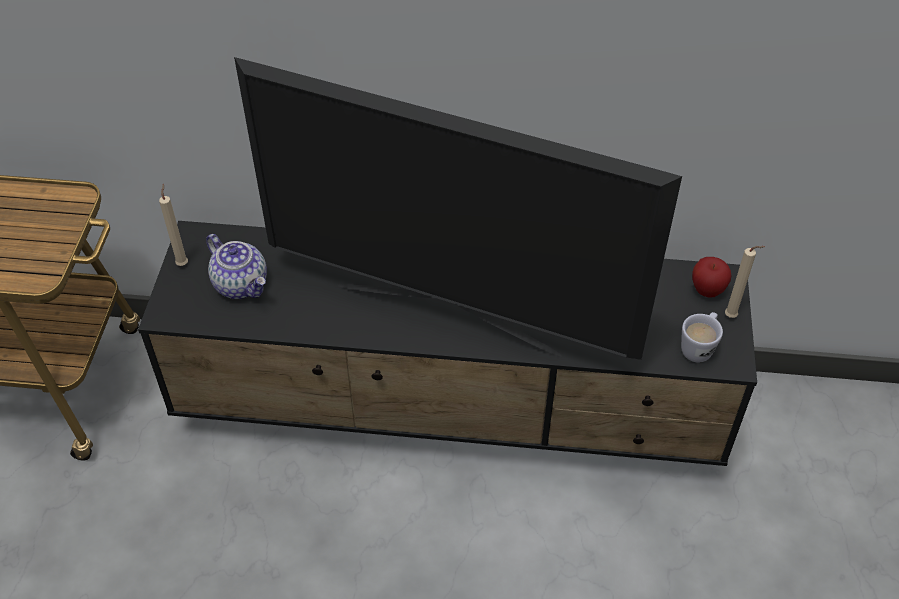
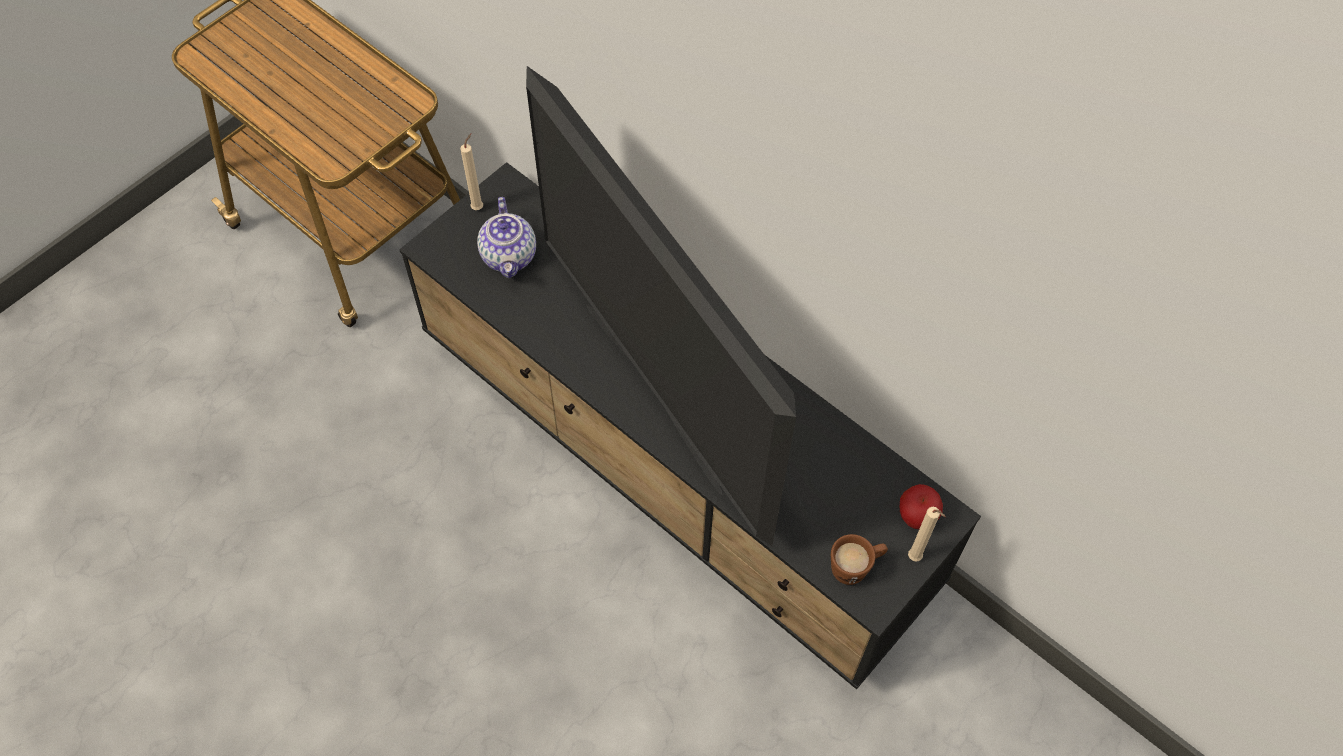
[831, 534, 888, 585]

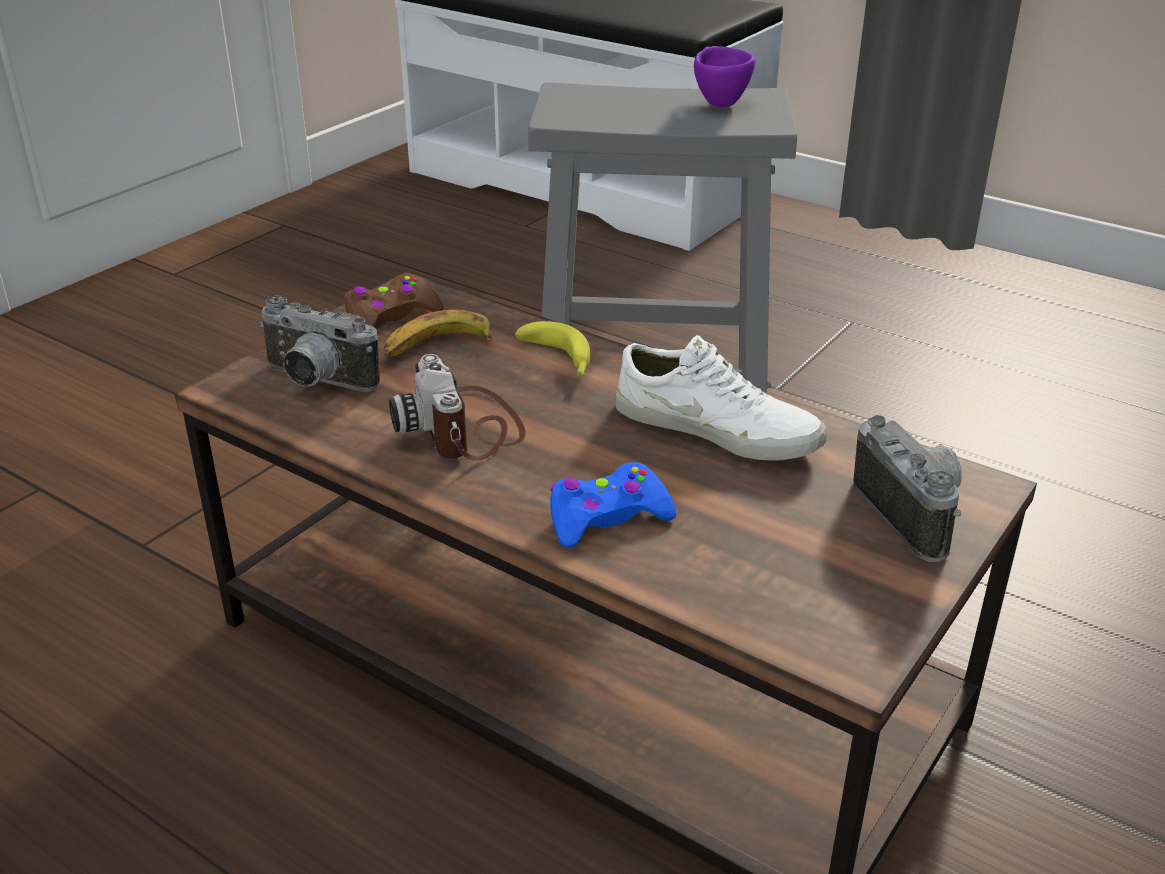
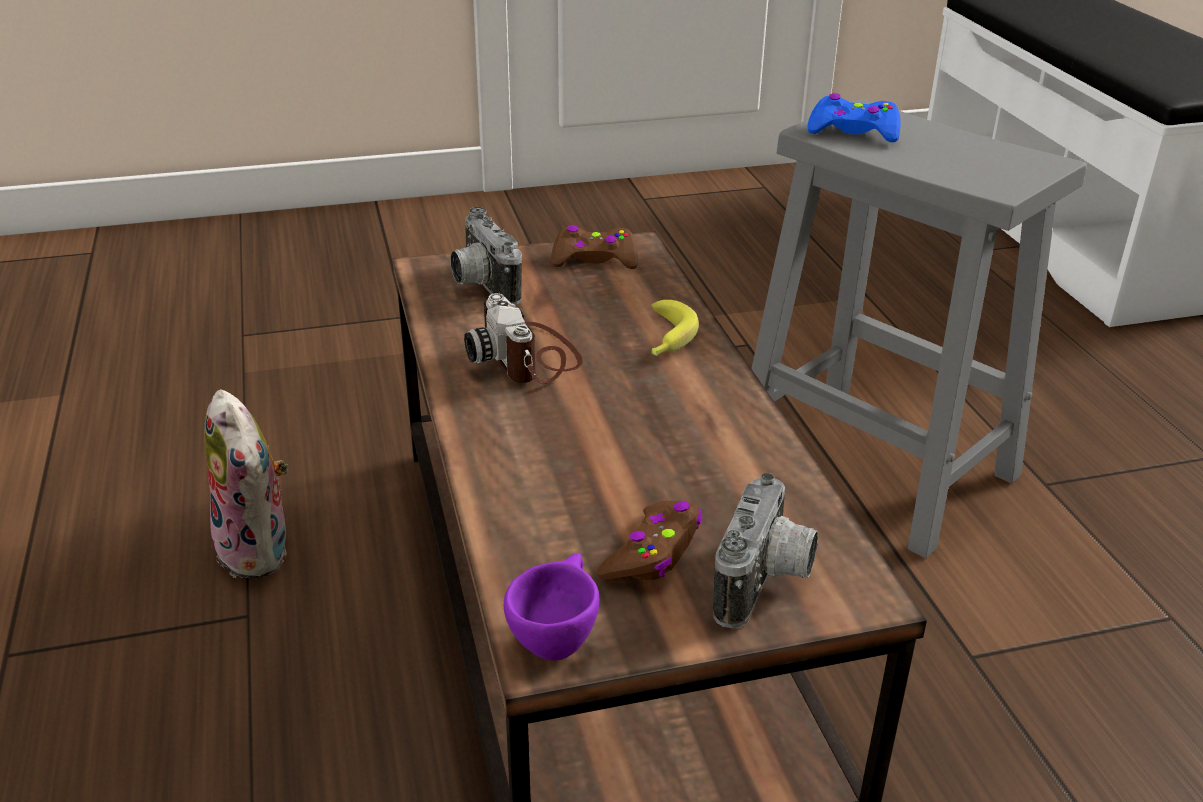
[383, 309, 492, 358] (first image)
[464, 293, 583, 384]
[808, 93, 900, 142]
[616, 335, 827, 461] (first image)
[504, 553, 599, 661]
[205, 390, 288, 578]
[597, 501, 702, 582]

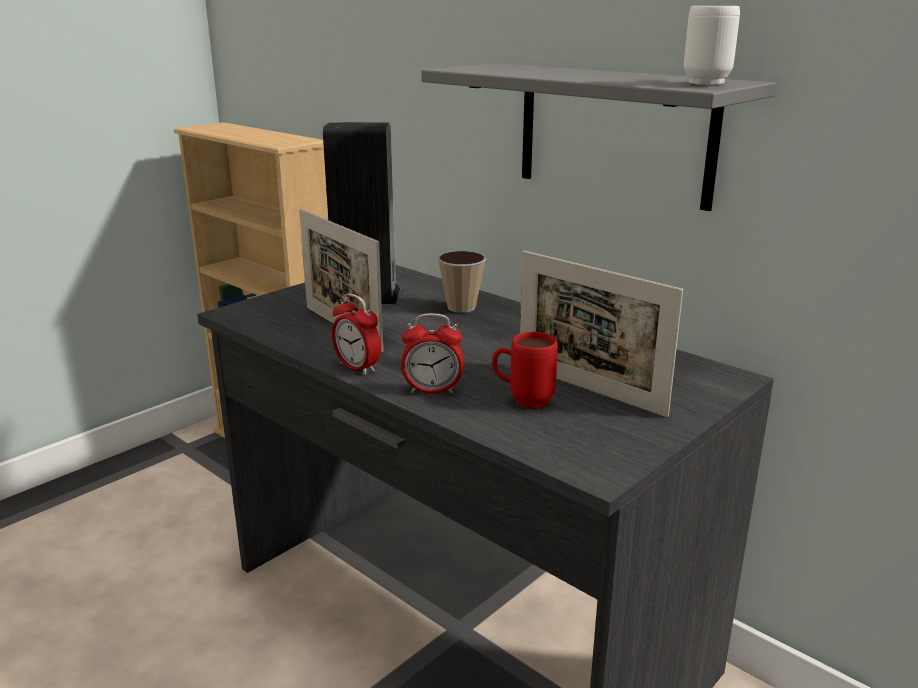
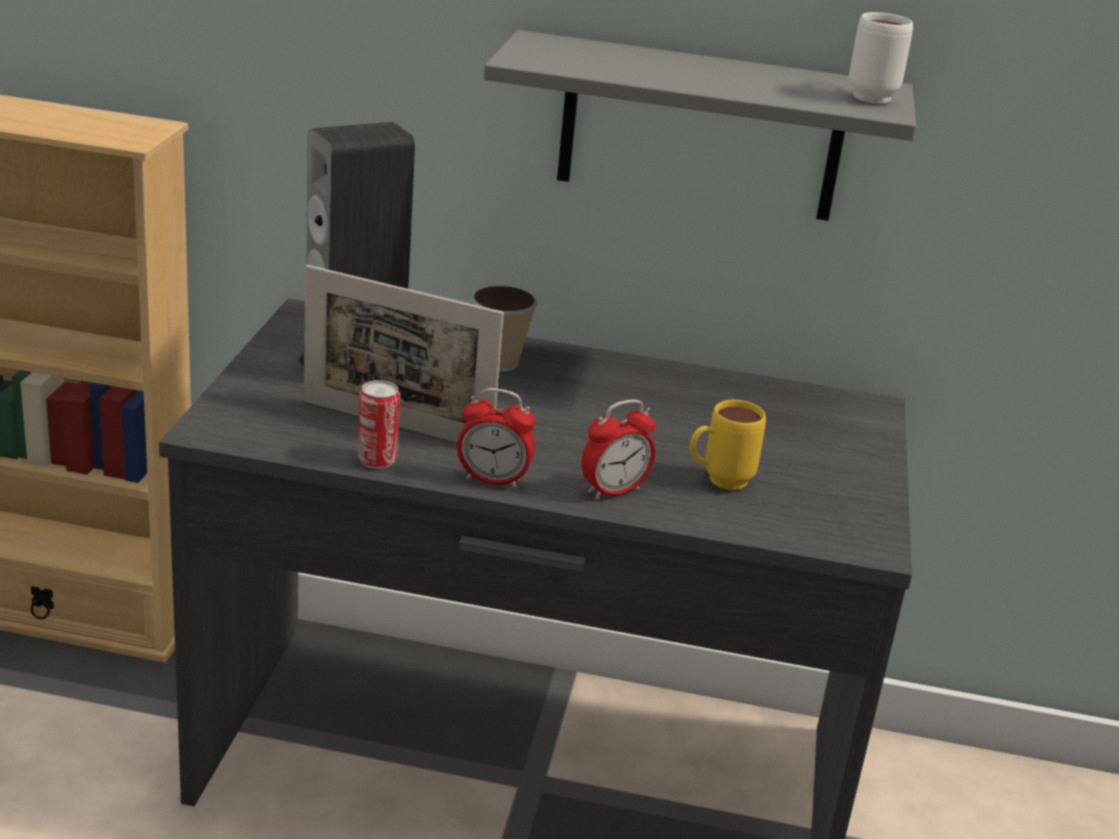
[690, 400, 766, 490]
[520, 251, 683, 417] (first image)
[358, 380, 400, 469]

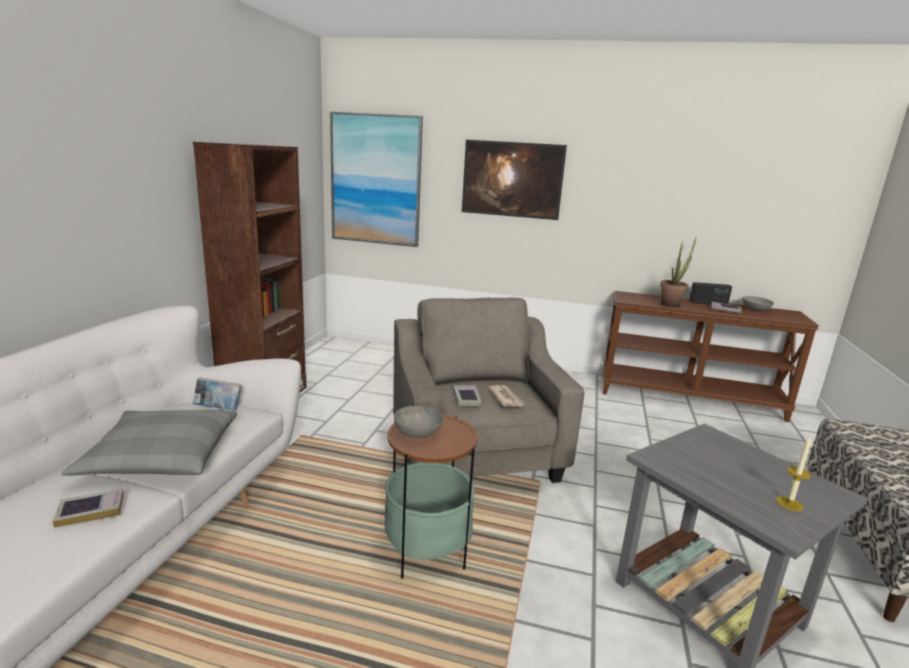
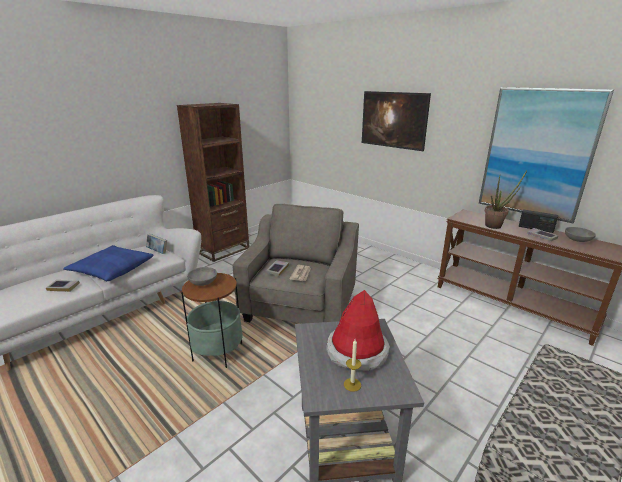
[63, 245, 154, 281]
[479, 87, 614, 223]
[326, 290, 390, 371]

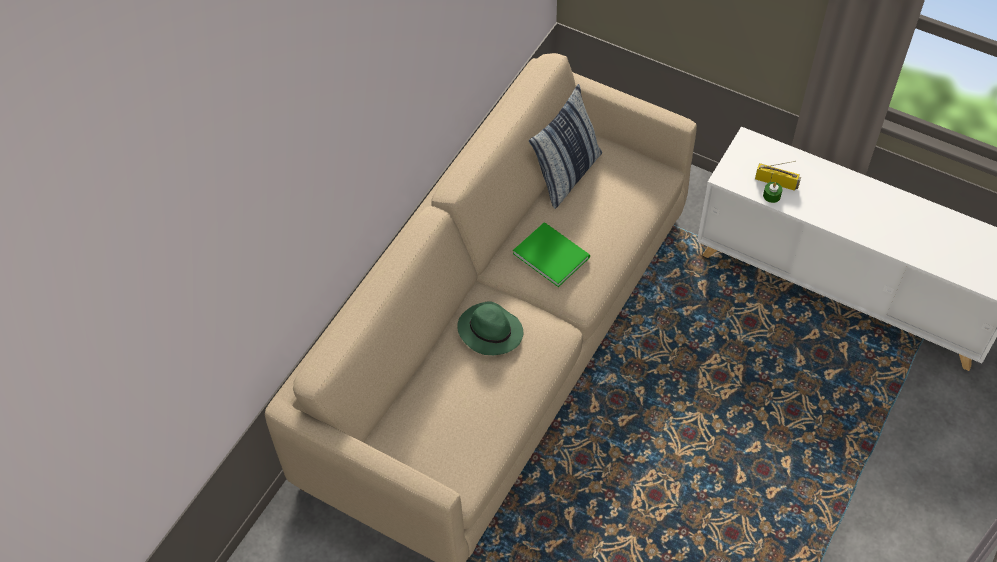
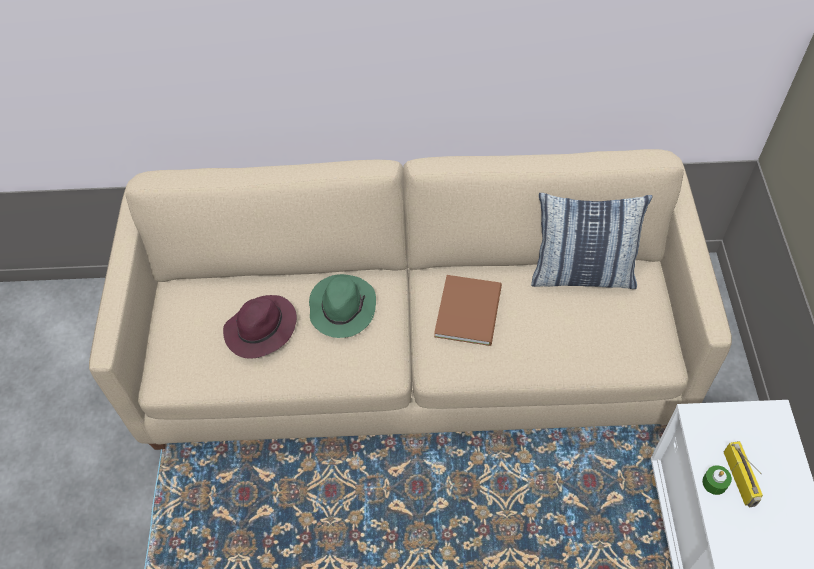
[434, 275, 502, 346]
[223, 295, 297, 358]

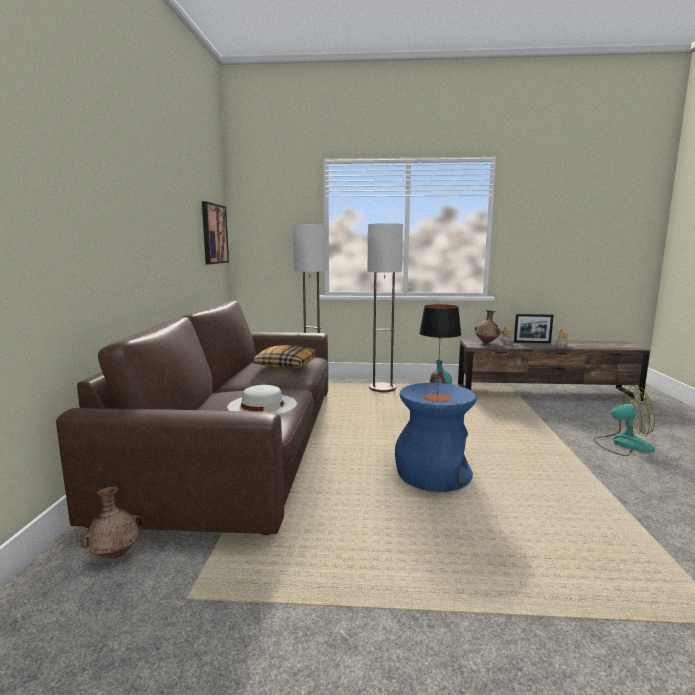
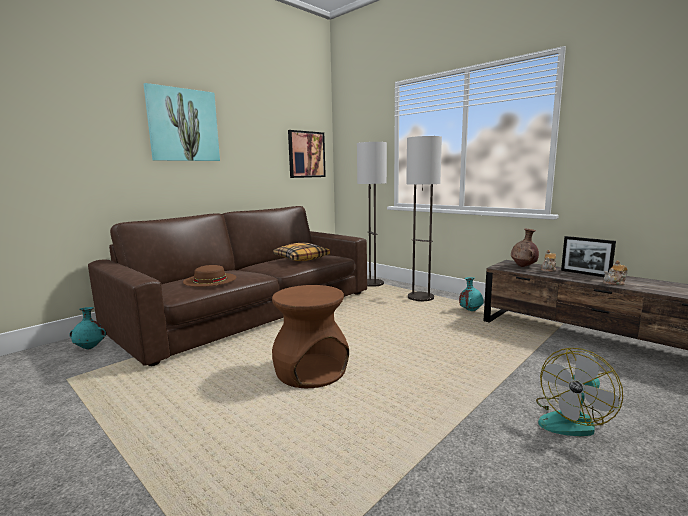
[69, 307, 107, 349]
[183, 265, 237, 287]
[272, 285, 349, 388]
[419, 304, 461, 402] (first image)
[536, 348, 623, 436]
[144, 83, 220, 161]

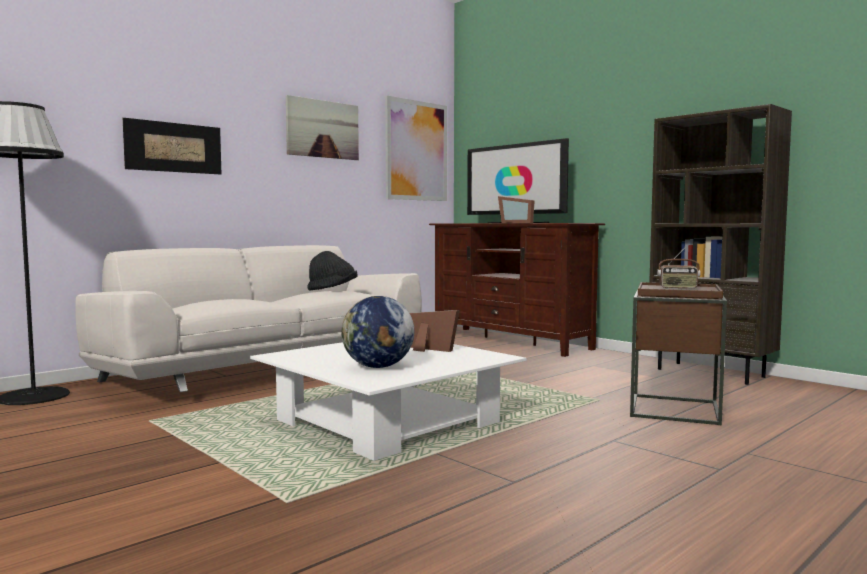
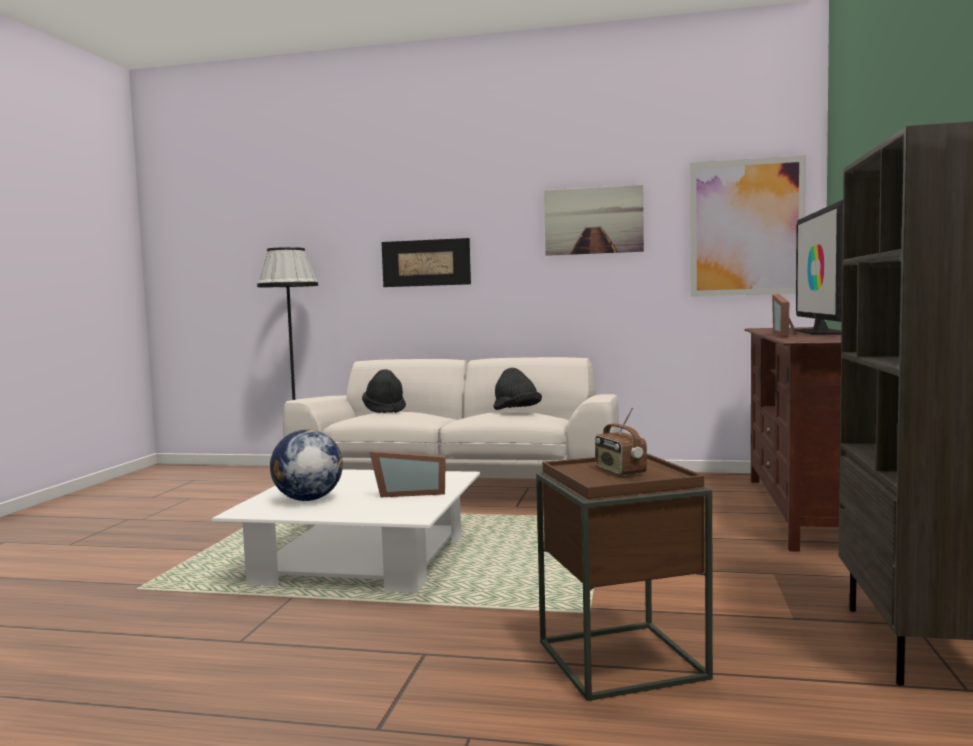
[369, 450, 446, 497]
[362, 369, 406, 413]

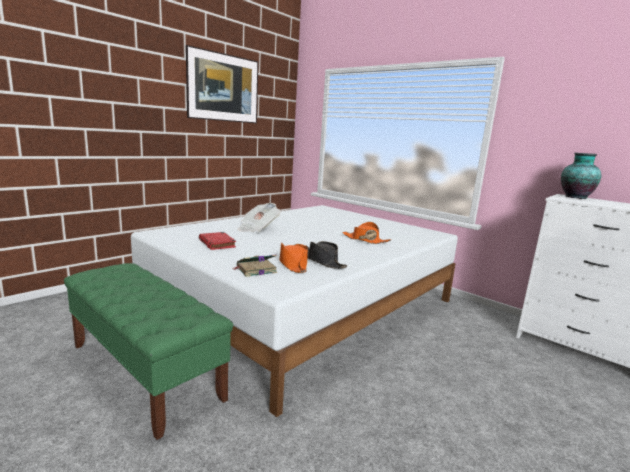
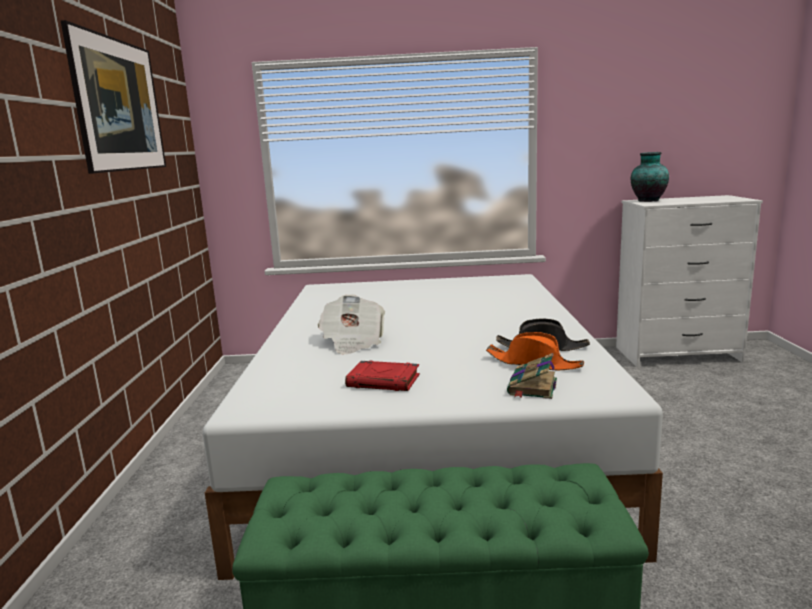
[343, 222, 391, 244] (first image)

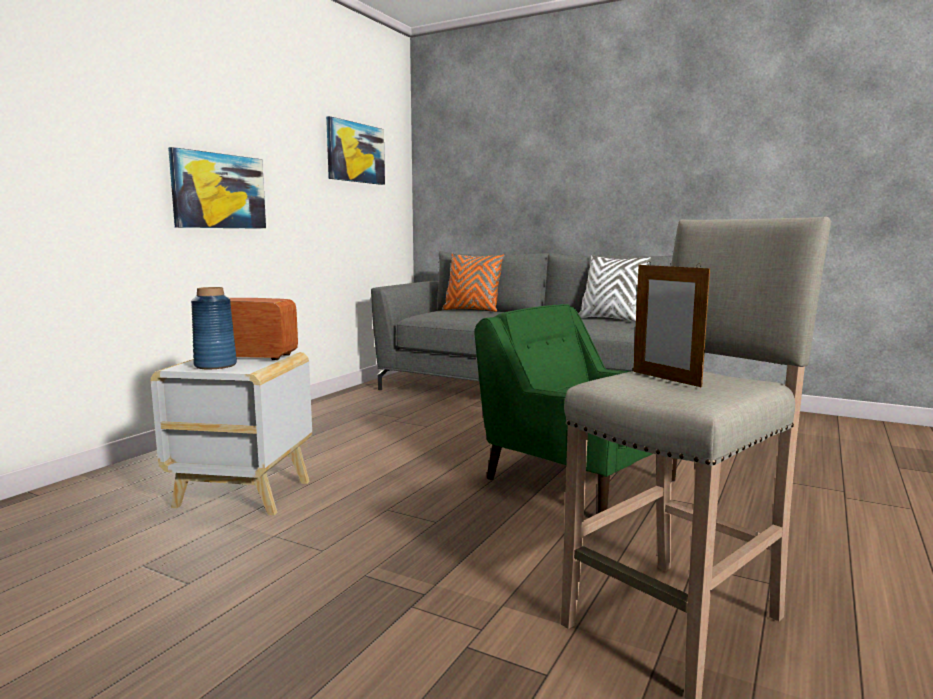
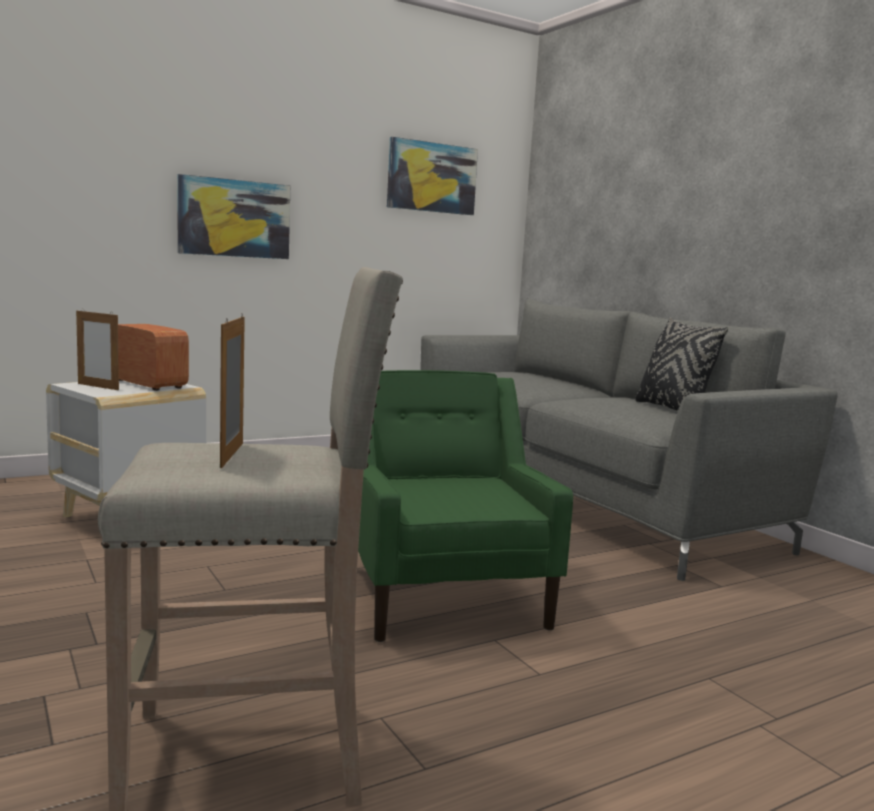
[76, 311, 119, 390]
[442, 253, 505, 312] (first image)
[635, 318, 728, 411]

